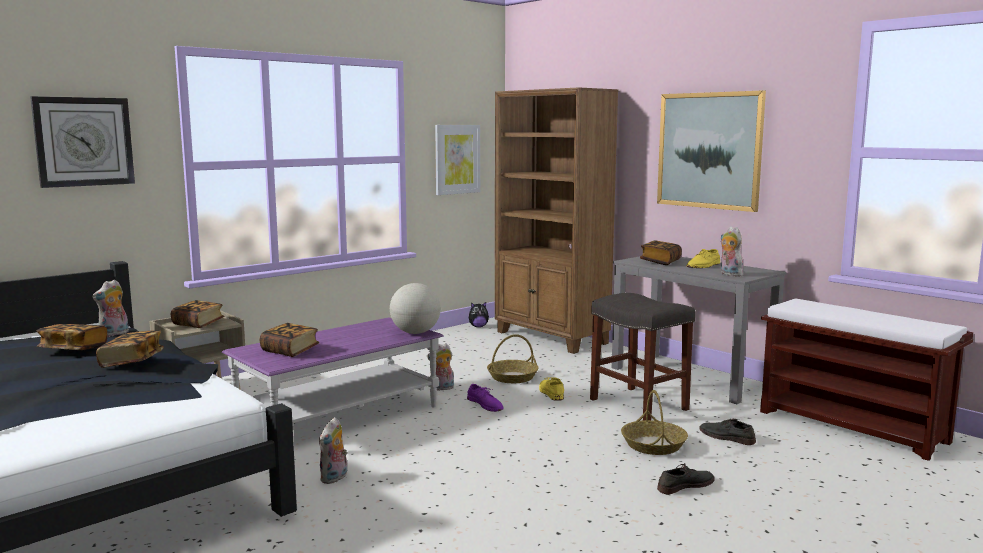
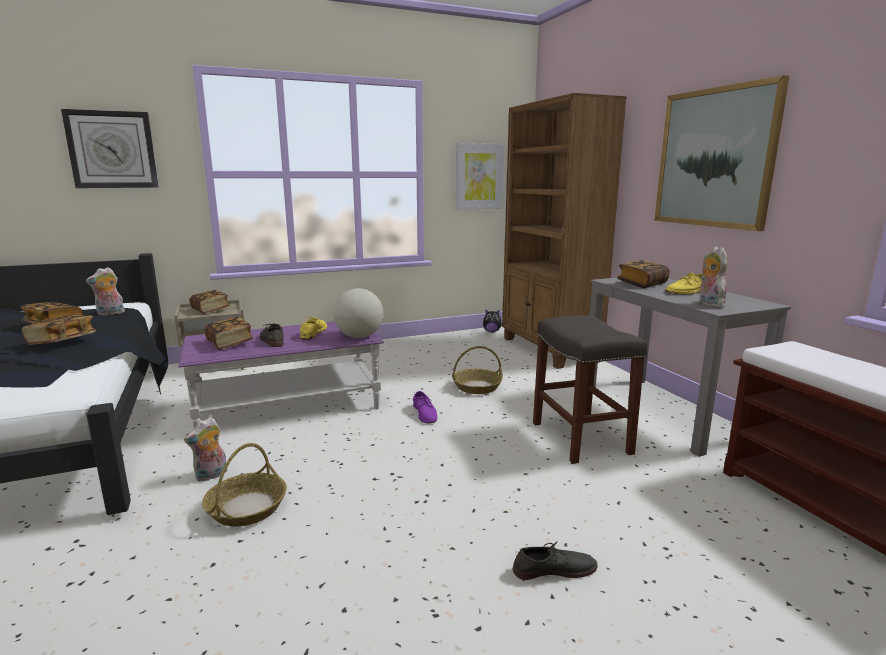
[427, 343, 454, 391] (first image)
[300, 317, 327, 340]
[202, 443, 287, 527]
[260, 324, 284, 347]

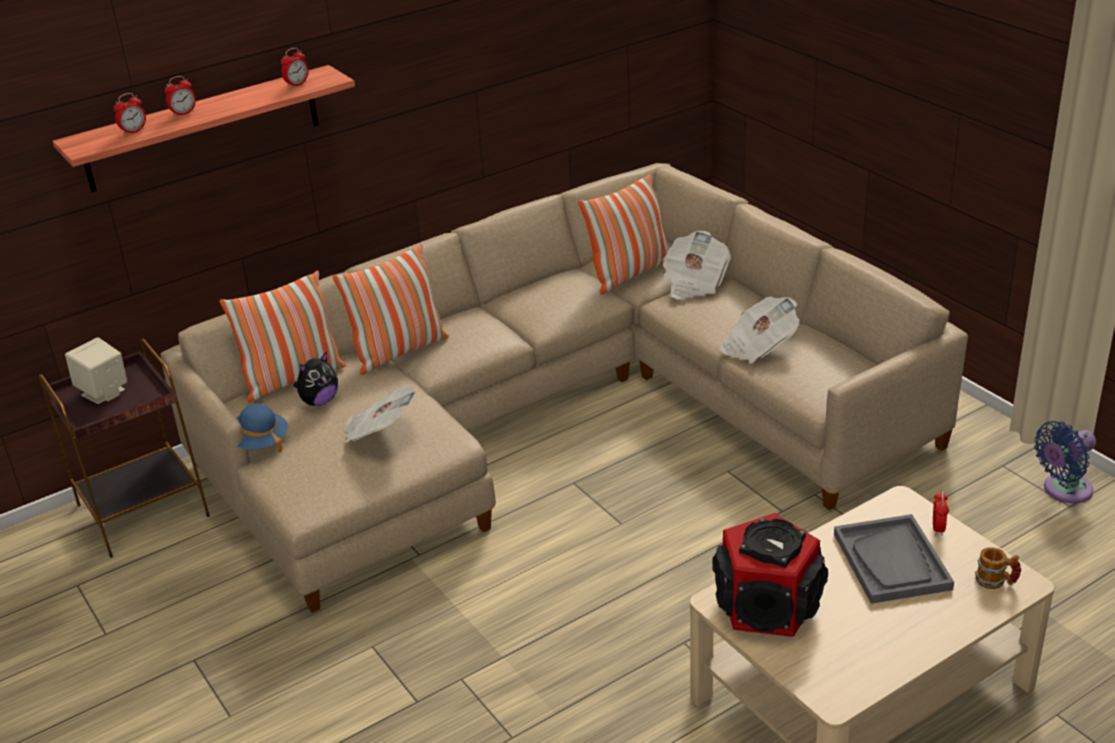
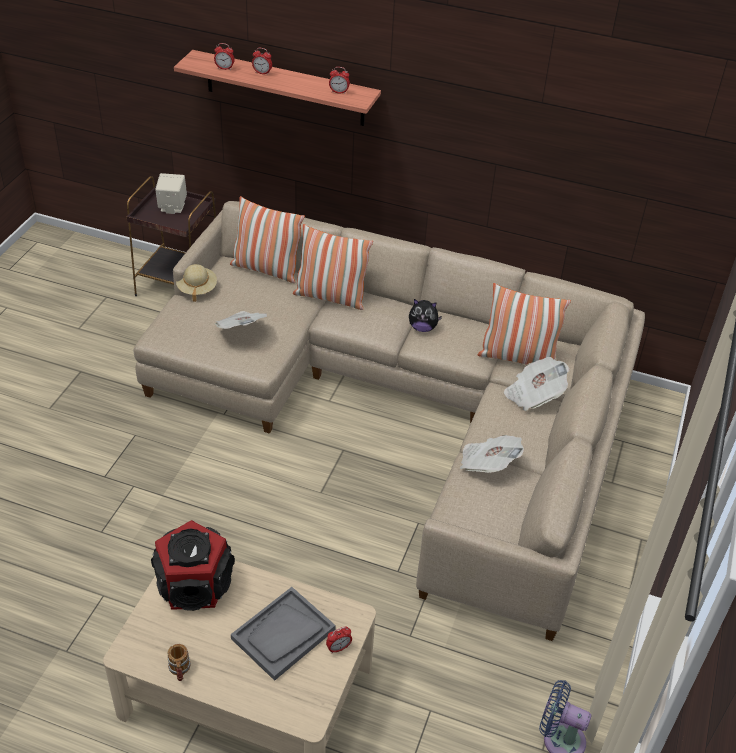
[176, 264, 217, 302]
[409, 299, 442, 332]
[168, 644, 191, 681]

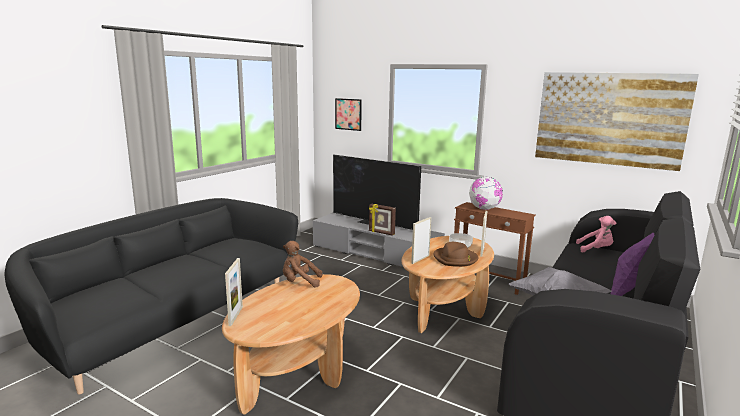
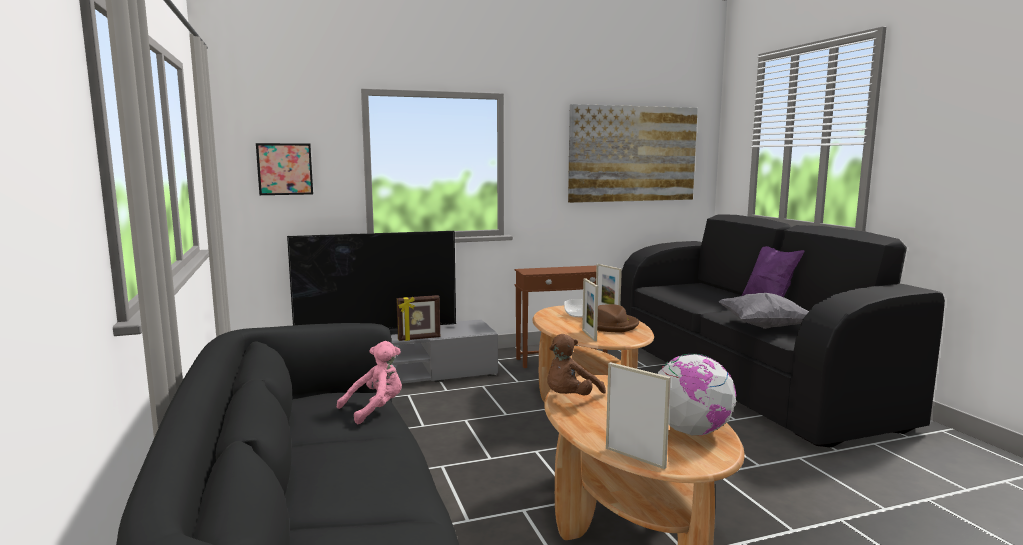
[658, 354, 736, 435]
[337, 341, 402, 424]

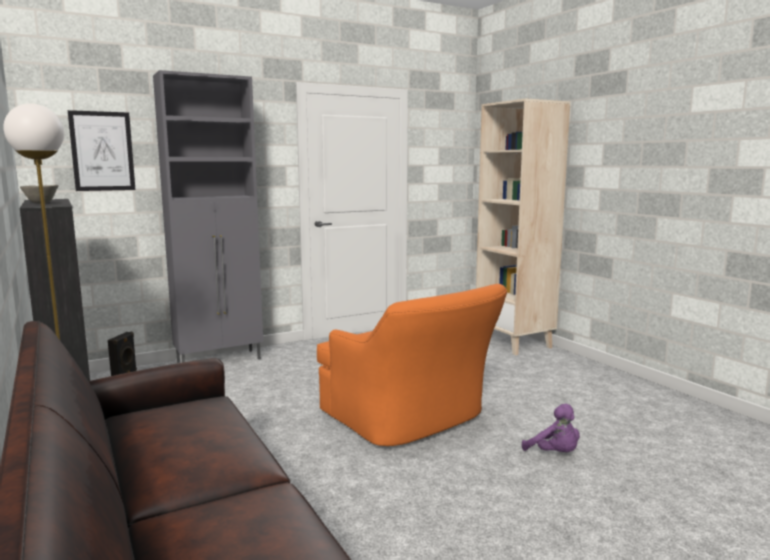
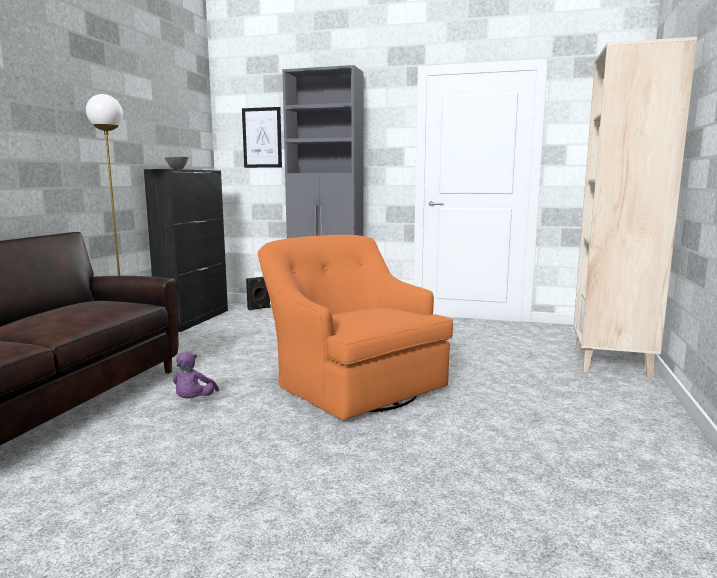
[258, 235, 453, 420]
[173, 352, 219, 398]

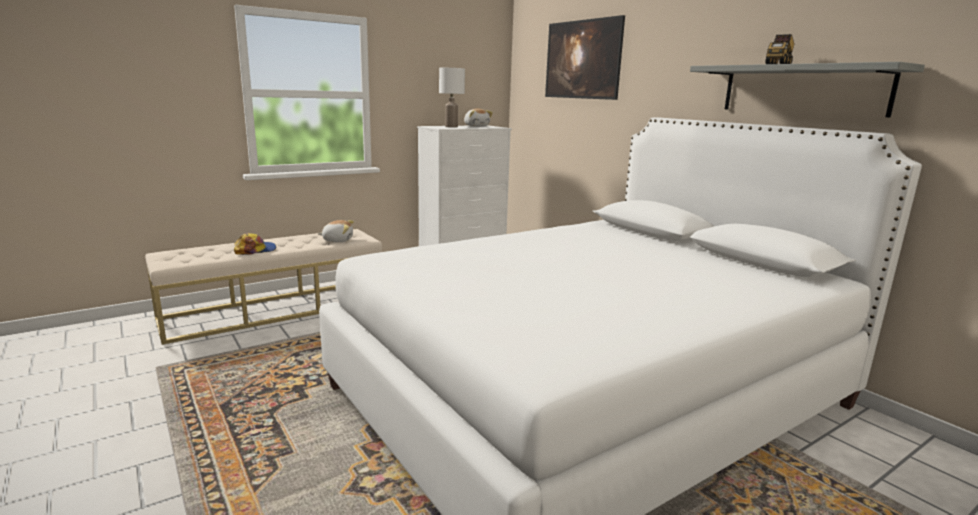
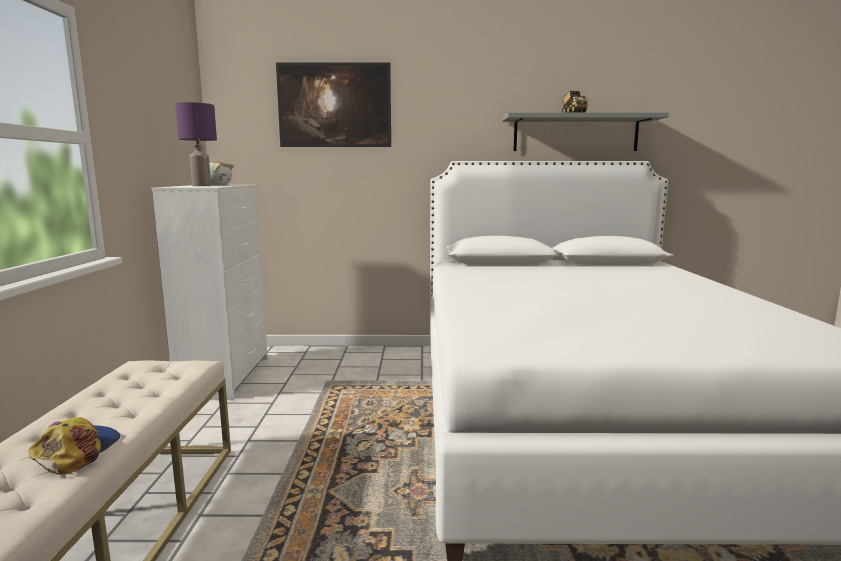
[319, 220, 354, 242] (first image)
[175, 102, 217, 186]

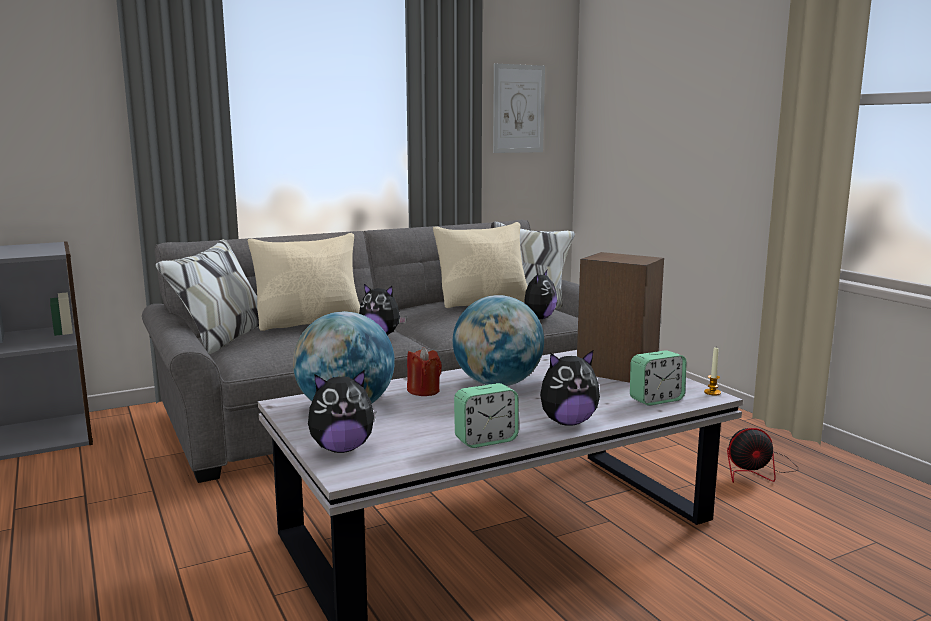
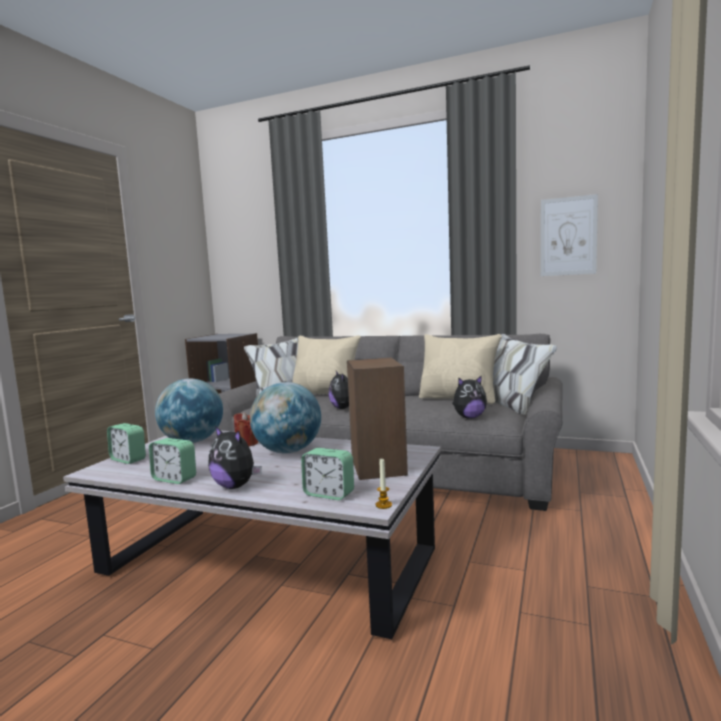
[107, 423, 146, 464]
[727, 428, 798, 483] (first image)

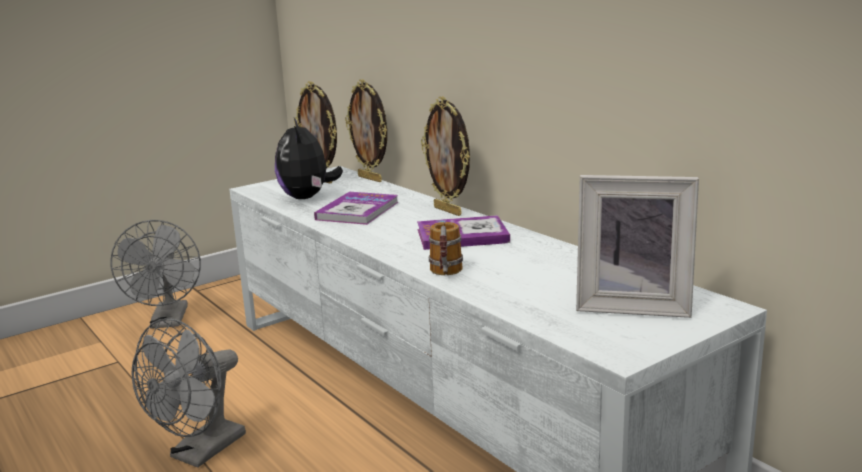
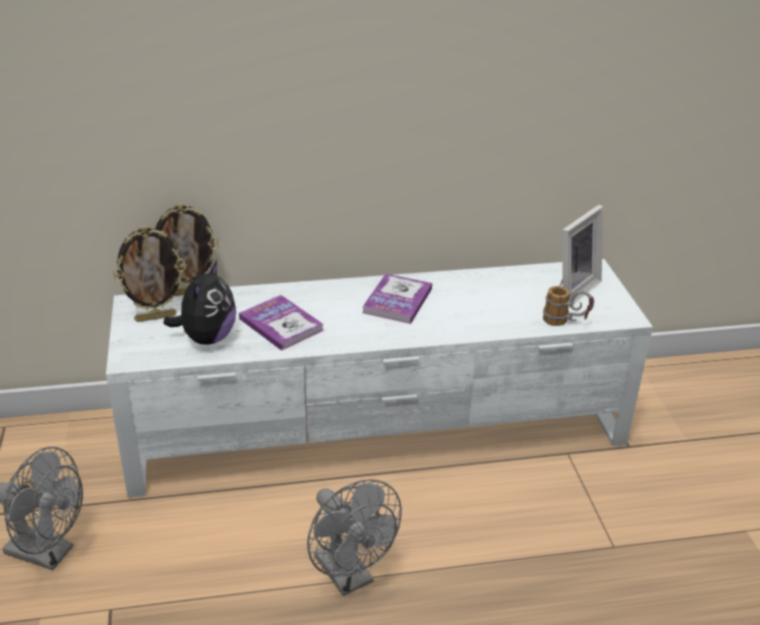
[163, 261, 236, 345]
[421, 96, 470, 216] (first image)
[543, 286, 594, 326]

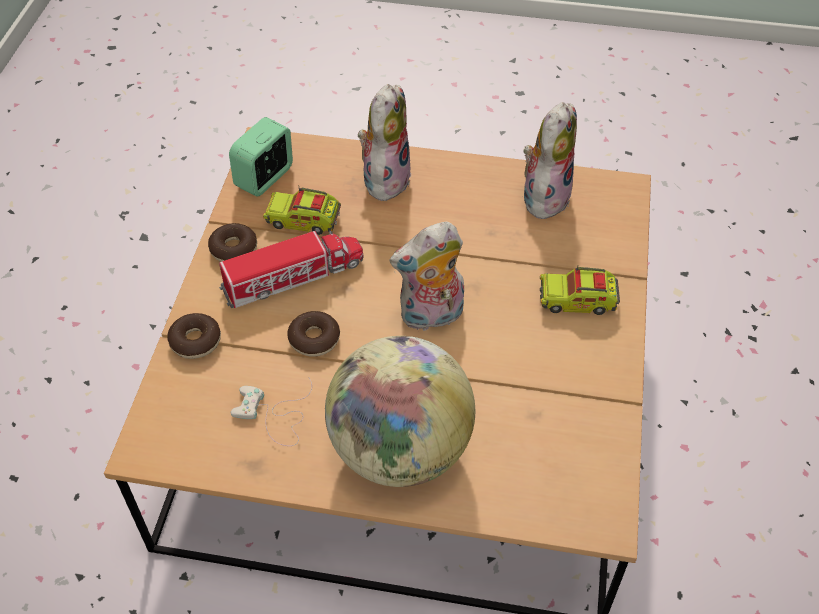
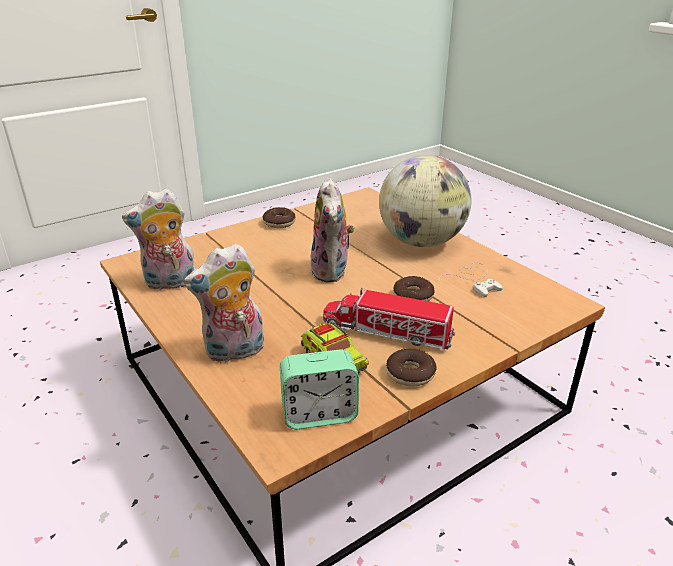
[263, 207, 296, 228]
[310, 177, 354, 283]
[540, 266, 620, 315] (first image)

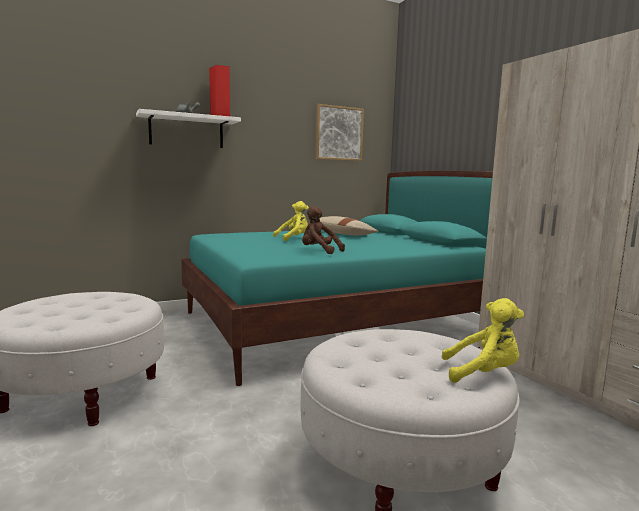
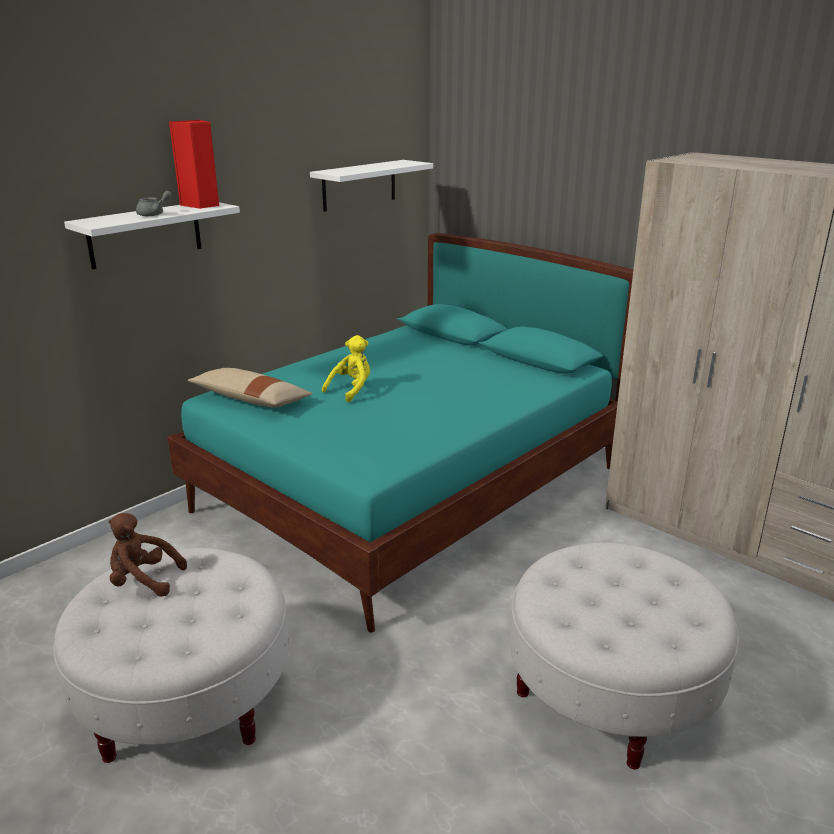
[109, 513, 187, 597]
[188, 368, 313, 408]
[310, 160, 433, 212]
[442, 298, 524, 383] (first image)

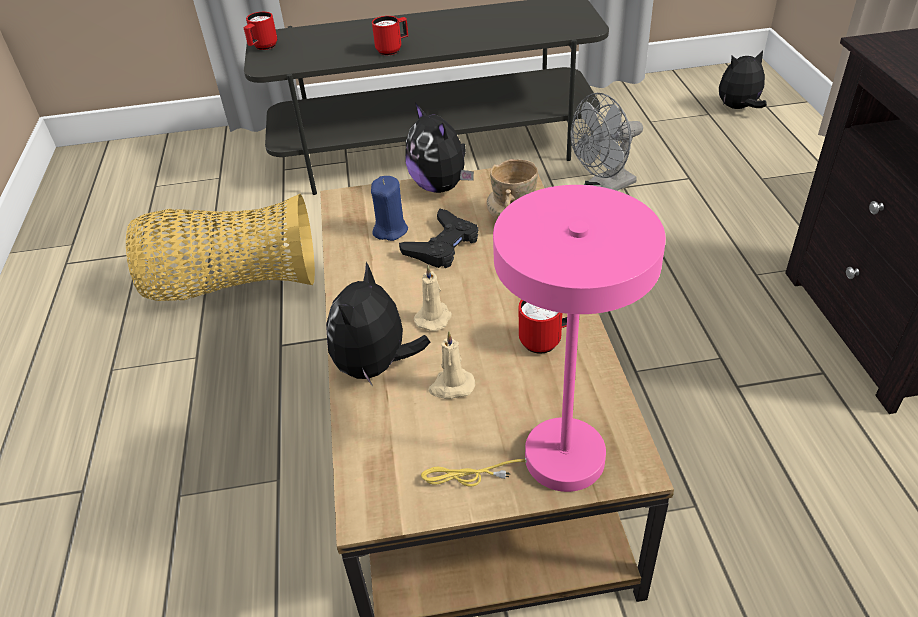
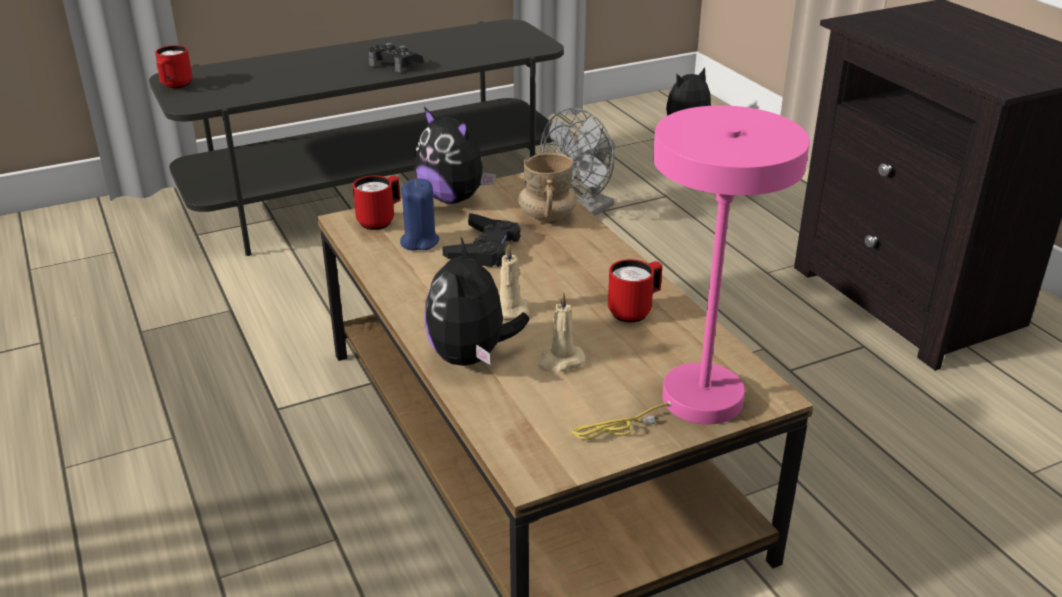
[126, 194, 315, 301] (first image)
[353, 175, 401, 230]
[368, 43, 423, 72]

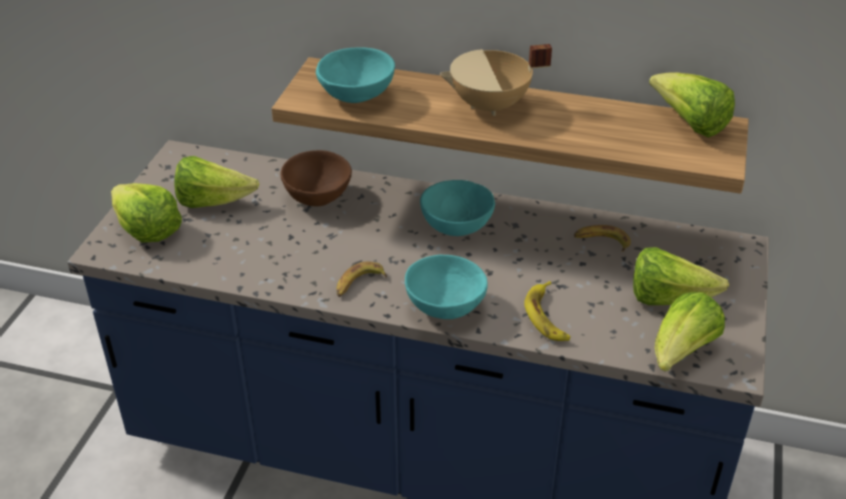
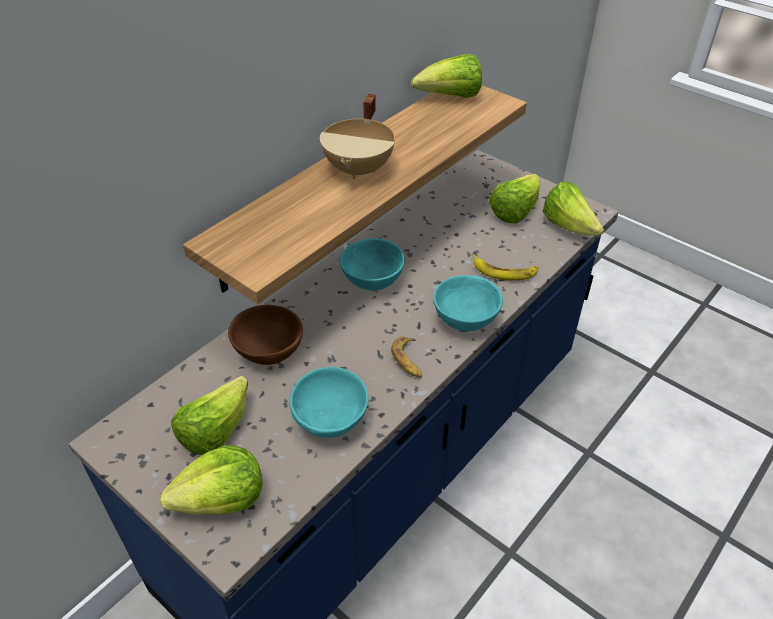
[289, 367, 368, 438]
[574, 225, 631, 252] (first image)

